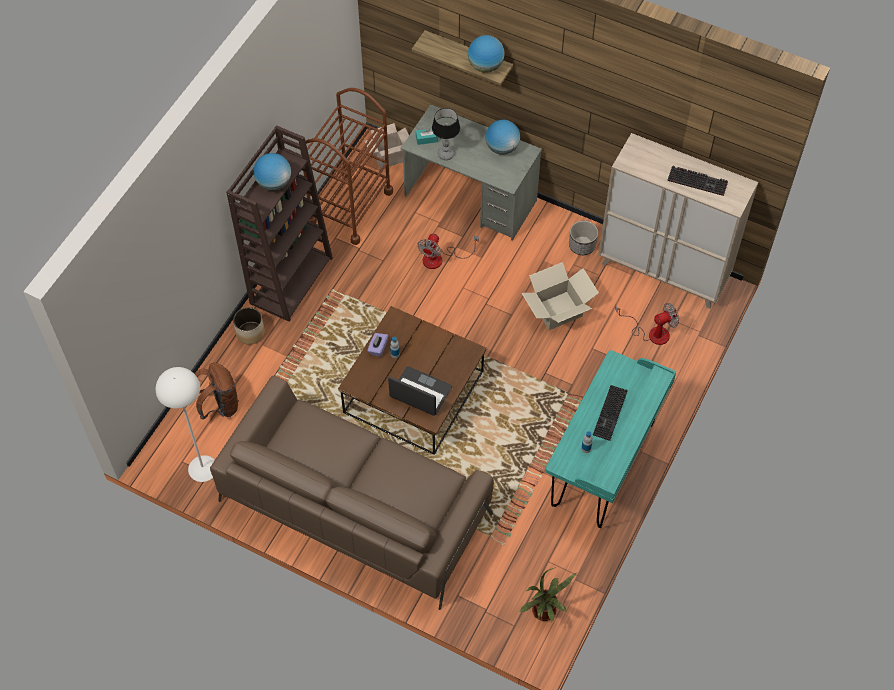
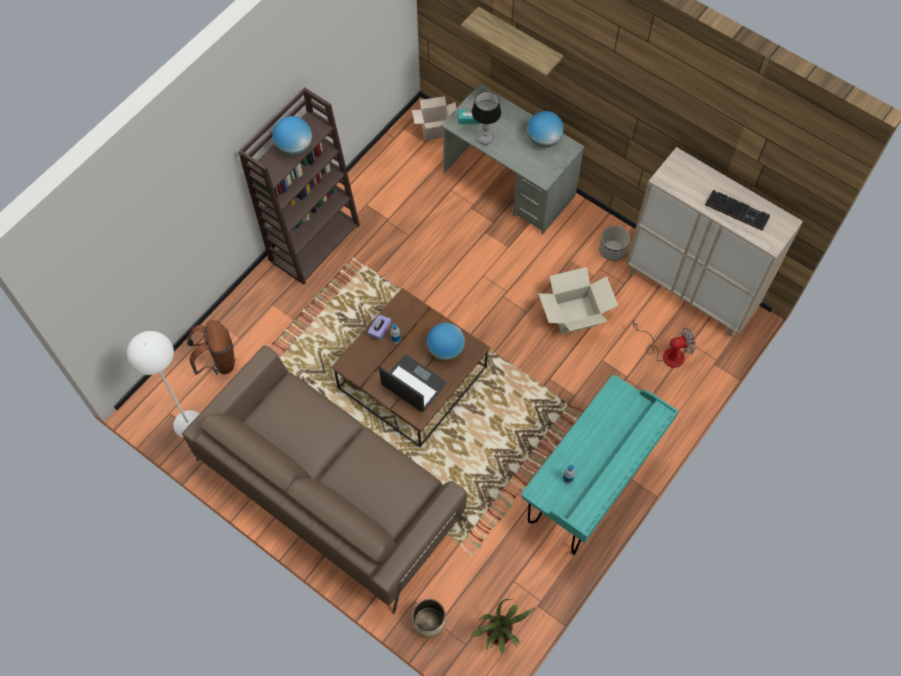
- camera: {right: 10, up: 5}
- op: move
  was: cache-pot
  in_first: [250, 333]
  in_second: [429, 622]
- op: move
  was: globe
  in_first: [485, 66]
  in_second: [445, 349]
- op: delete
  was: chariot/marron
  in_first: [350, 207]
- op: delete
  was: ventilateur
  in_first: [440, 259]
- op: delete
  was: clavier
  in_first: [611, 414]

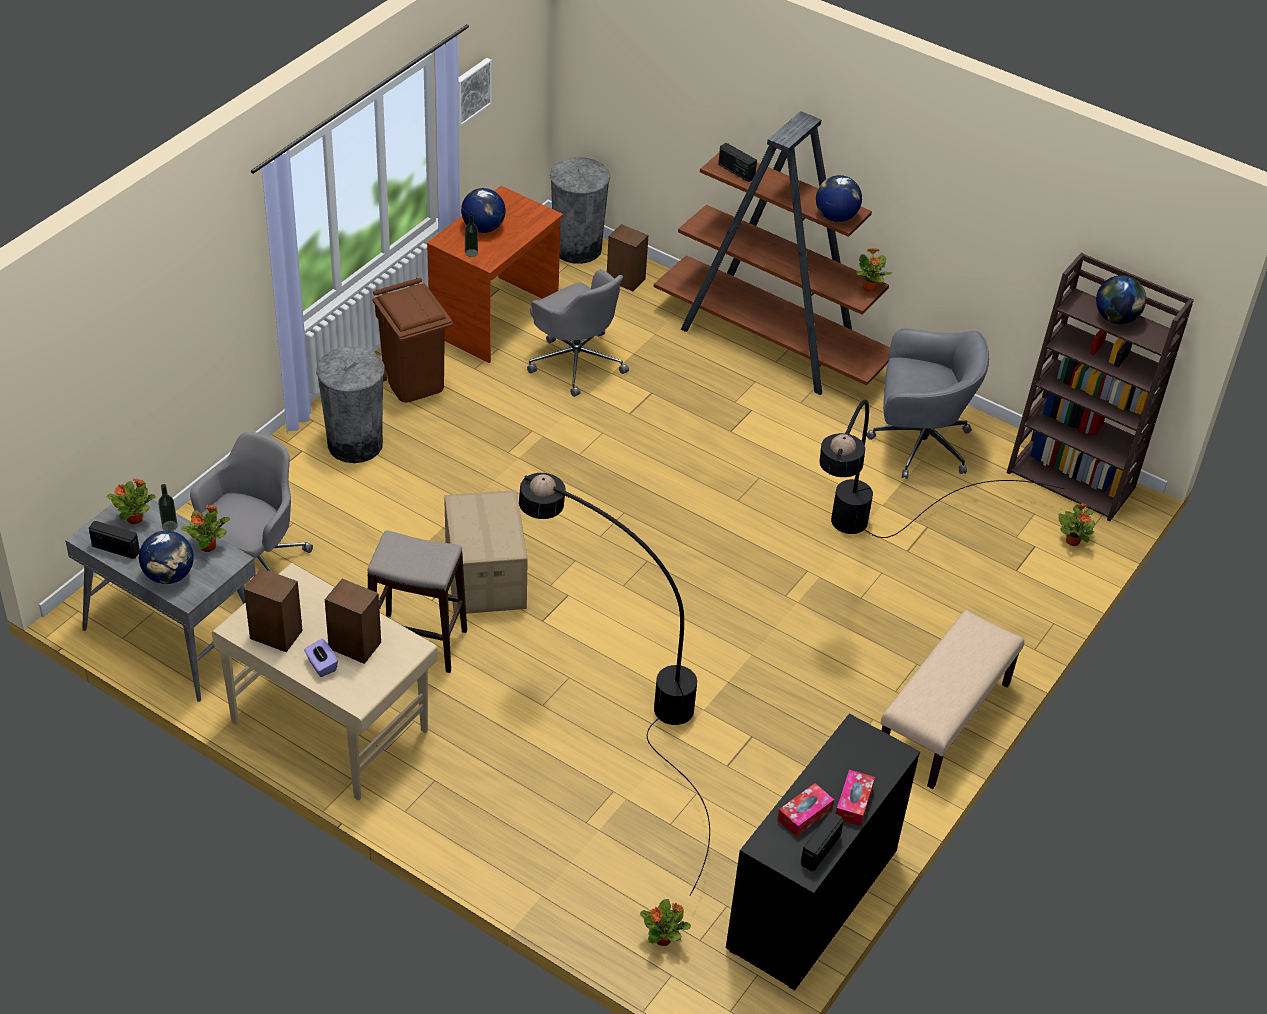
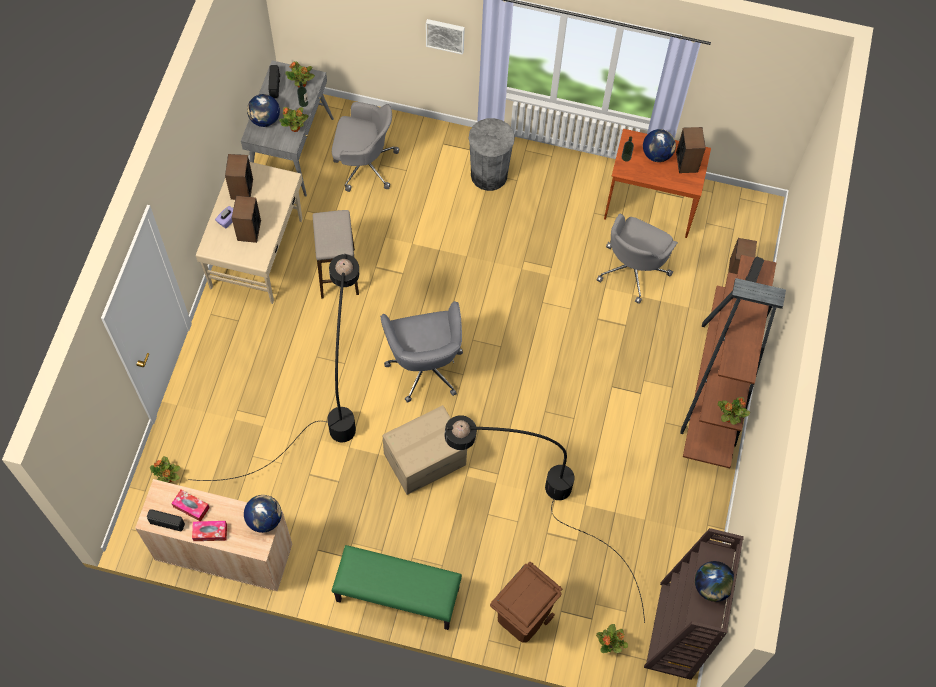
- camera: {right: 70, up: 20}
- op: recolor
  was: meuble de rangement/noir
  now: meuble de rangement/beige
  in_first: [812, 900]
  in_second: [224, 552]
- op: move
  was: globe
  in_first: [835, 217]
  in_second: [264, 519]
- op: recolor
  was: banc/beige
  now: banc/vert
  in_first: [944, 722]
  in_second: [397, 595]
- op: move
  was: chaise de bureau/gris
  in_first: [918, 444]
  in_second: [425, 366]
- op: move
  was: carton
  in_first: [484, 577]
  in_second: [424, 458]
- op: move
  was: tableau
  in_first: [471, 90]
  in_second: [445, 35]
- op: move
  was: poubelle/marron
  in_first: [414, 382]
  in_second: [523, 617]
- op: insert
  now: enceinte
  in_second: [687, 162]
- op: delete
  was: poubelle/gris
  in_first: [577, 248]

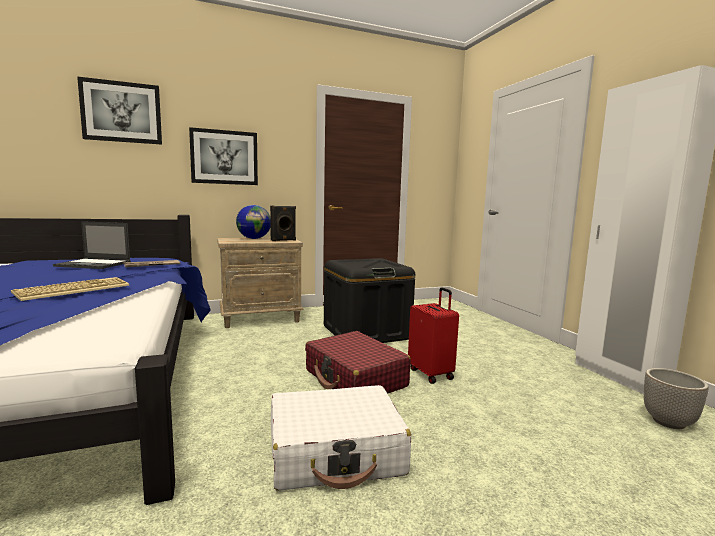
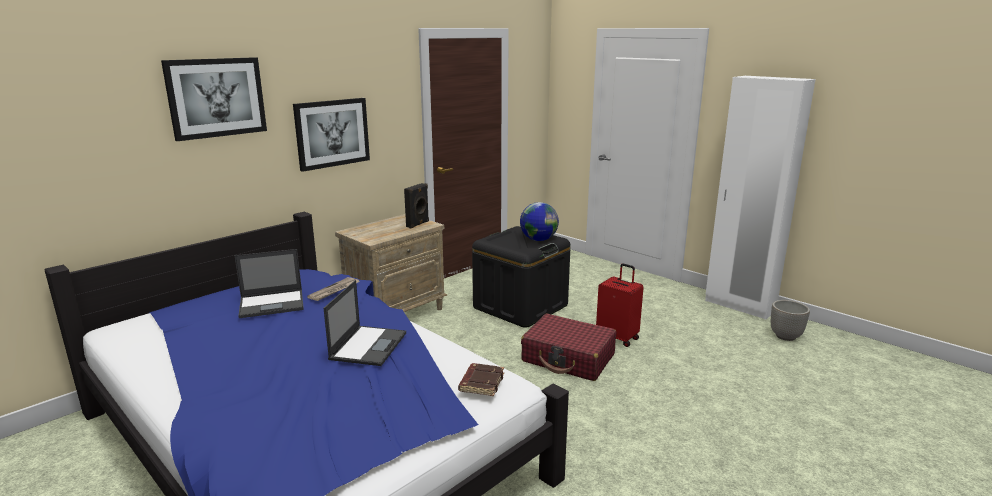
- camera: {right: -25, up: 10}
- op: replace
  was: clavier
  now: ordinateur portable
  in_first: [74, 289]
  in_second: [368, 345]
- op: insert
  now: livre/marron
  in_second: [481, 382]
- op: move
  was: globe
  in_first: [254, 238]
  in_second: [538, 240]
- op: delete
  was: valise/blanc
  in_first: [336, 452]

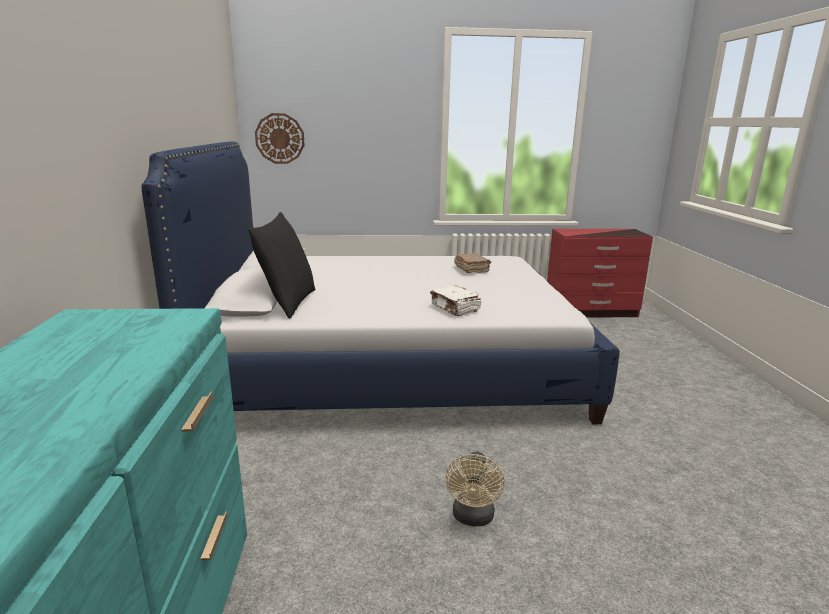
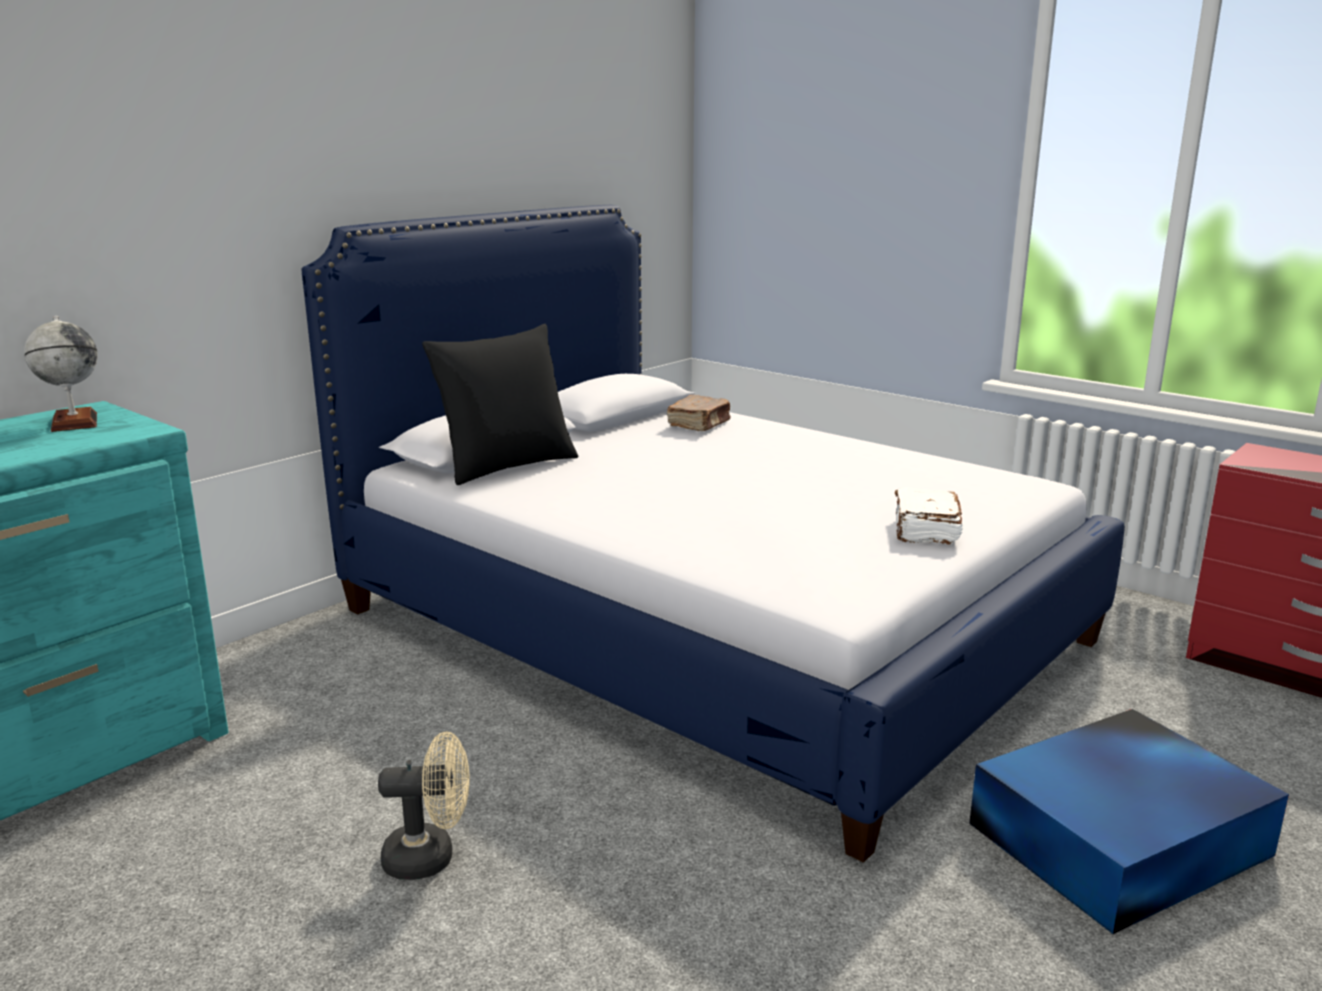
- camera: {right: 45, up: 0}
- op: insert
  now: globe
  in_second: [74, 422]
- op: rotate
  was: ventilateur/beige
  in_first: [473, 518]
  in_second: [430, 857]
  clockwise: -150
- op: move
  was: livre/marron
  in_first: [471, 270]
  in_second: [699, 425]
- op: move
  was: livre/blanc
  in_first: [455, 308]
  in_second: [925, 531]
- op: insert
  now: boîte de rangement/bleu
  in_second: [1122, 839]
- op: delete
  was: horloge murale
  in_first: [280, 138]

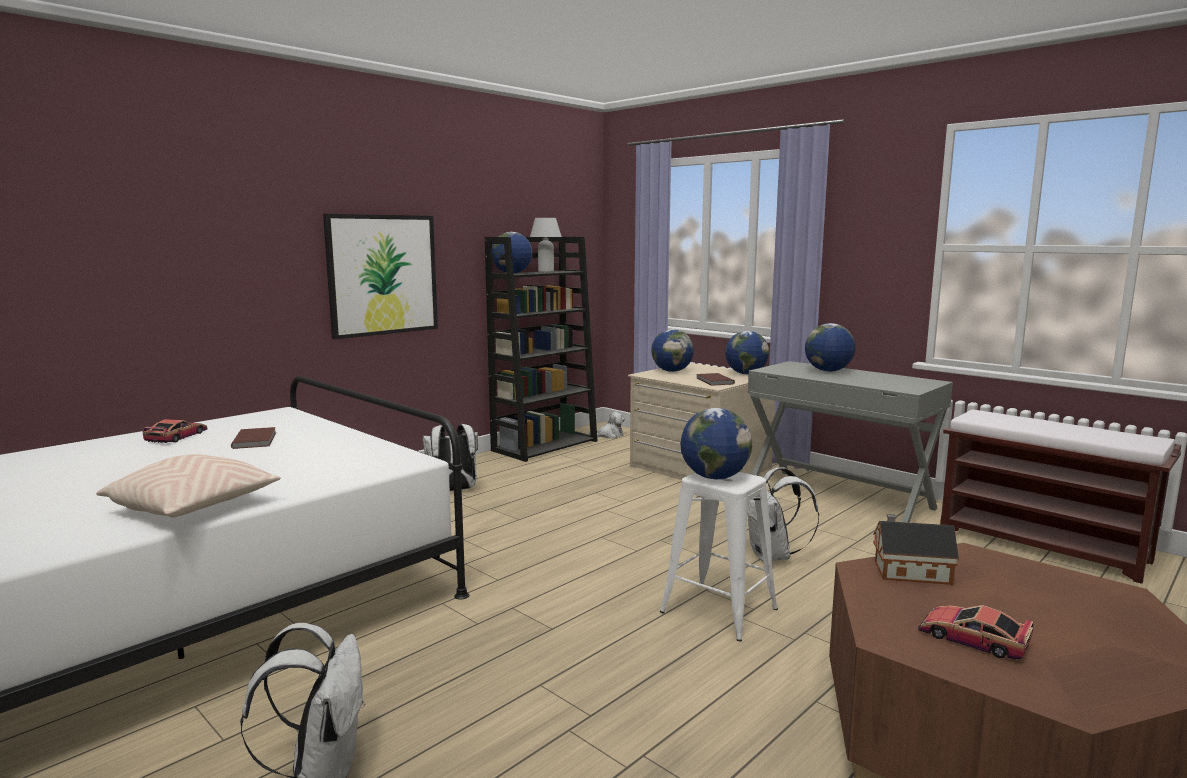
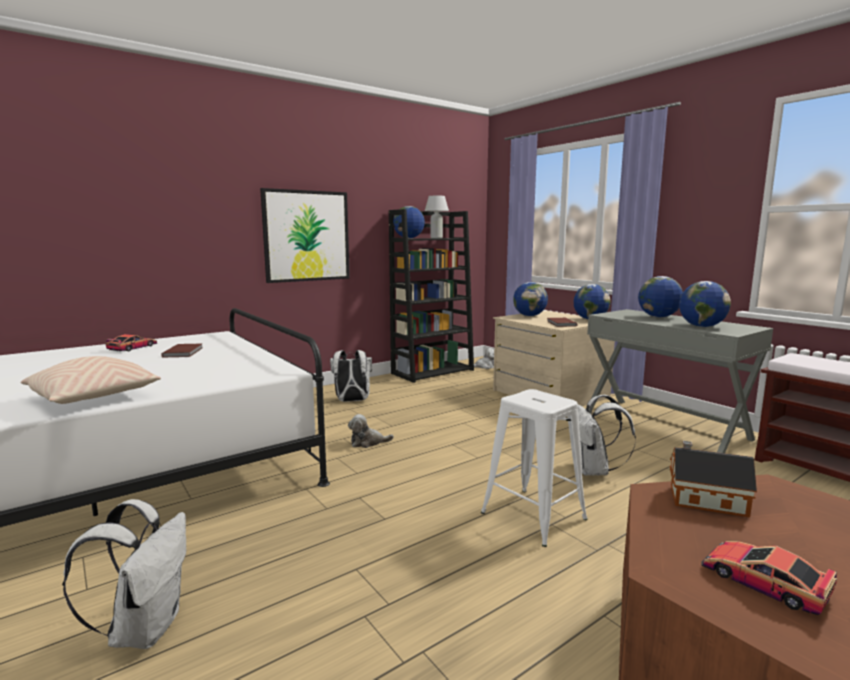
- camera: {right: 10, up: 0}
- op: insert
  now: peluche
  in_second: [368, 442]
- op: move
  was: globe
  in_first: [714, 477]
  in_second: [701, 326]

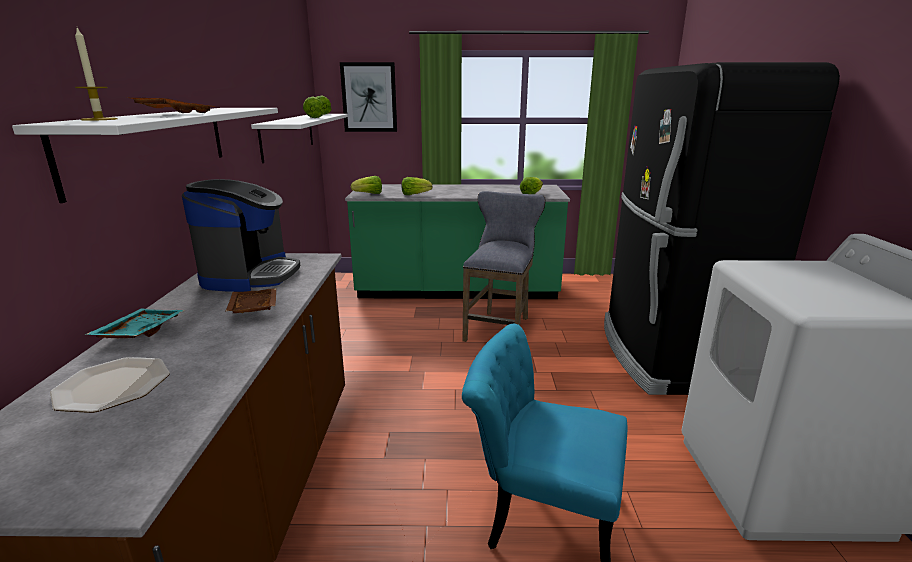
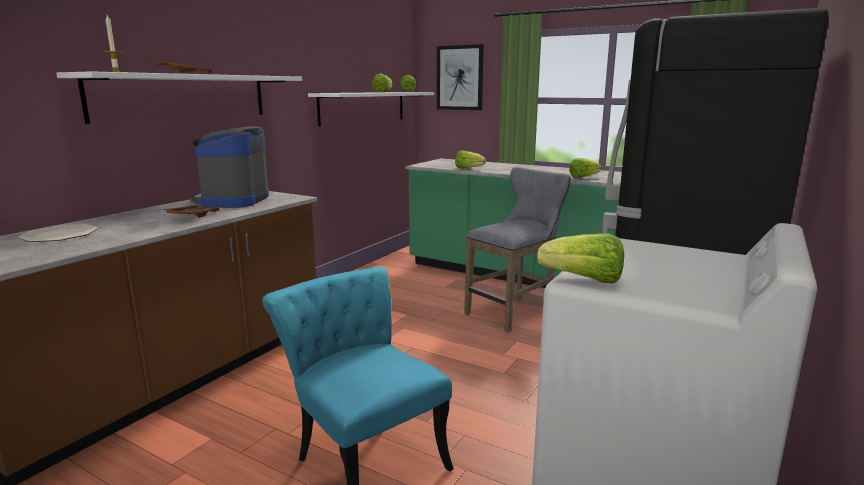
- camera: {right: 30, up: -5}
- op: rotate
  was: machine à café
  in_first: [250, 275]
  in_second: [232, 200]
  clockwise: 150
- op: move
  was: laitue
  in_first: [369, 194]
  in_second: [584, 280]
- op: delete
  was: plateau/turquoise
  in_first: [139, 332]

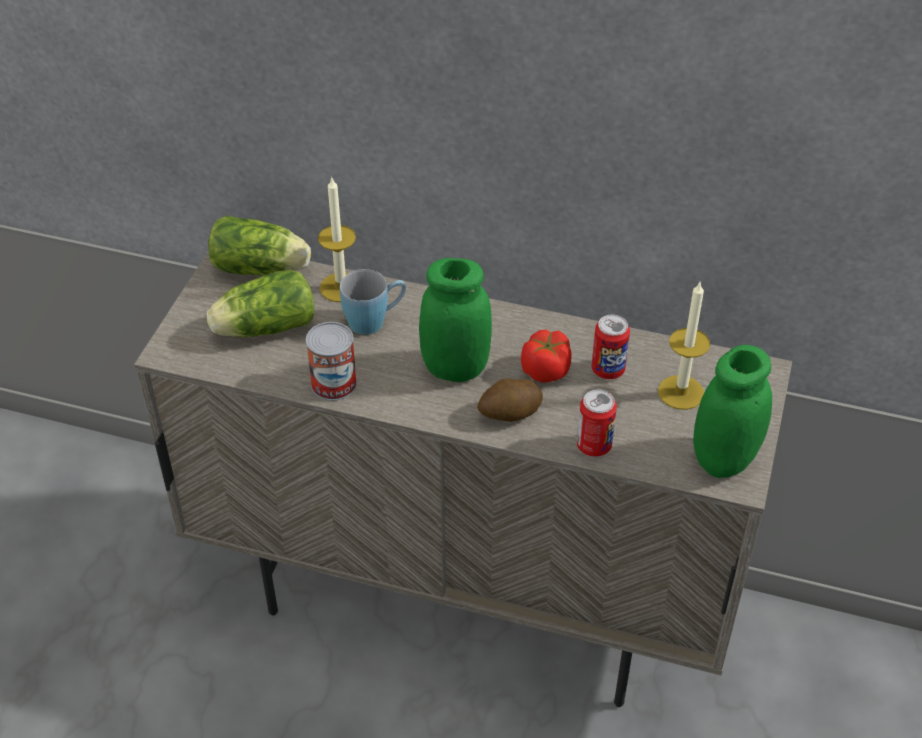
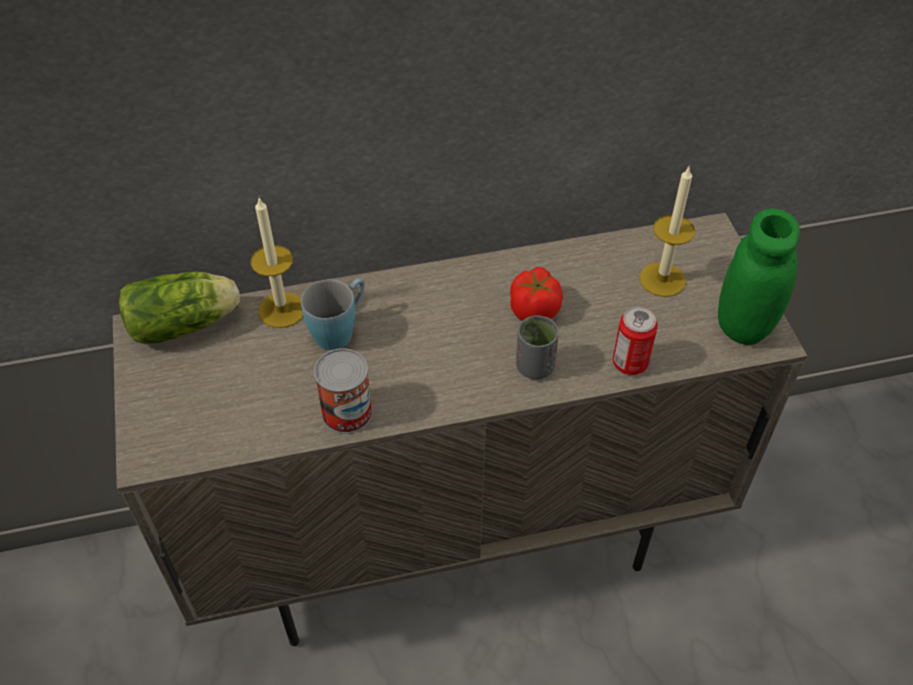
- camera: {right: -30, up: 5}
- op: replace
  was: pomme de terre
  now: tasse/gris
  in_first: [510, 414]
  in_second: [534, 366]
- op: delete
  was: laitue
  in_first: [262, 328]
- op: delete
  was: bocal/vert
  in_first: [455, 368]
- op: delete
  was: boîte métallique
  in_first: [608, 370]

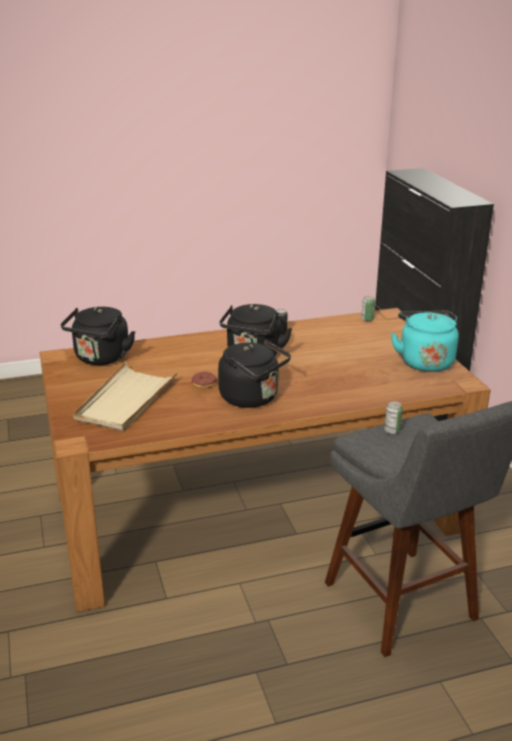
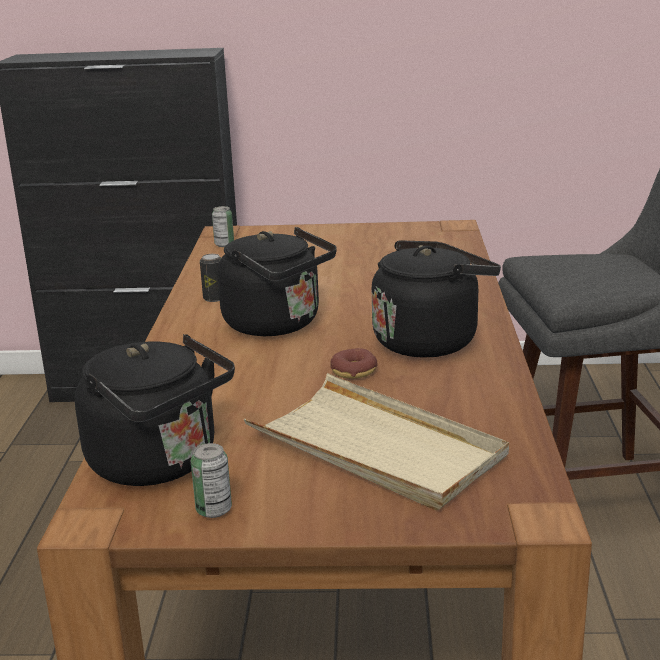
- camera: {right: -70, up: -5}
- op: move
  was: boîte métallique
  in_first: [392, 430]
  in_second: [214, 510]
- op: delete
  was: bouilloire/turquoise
  in_first: [424, 361]

